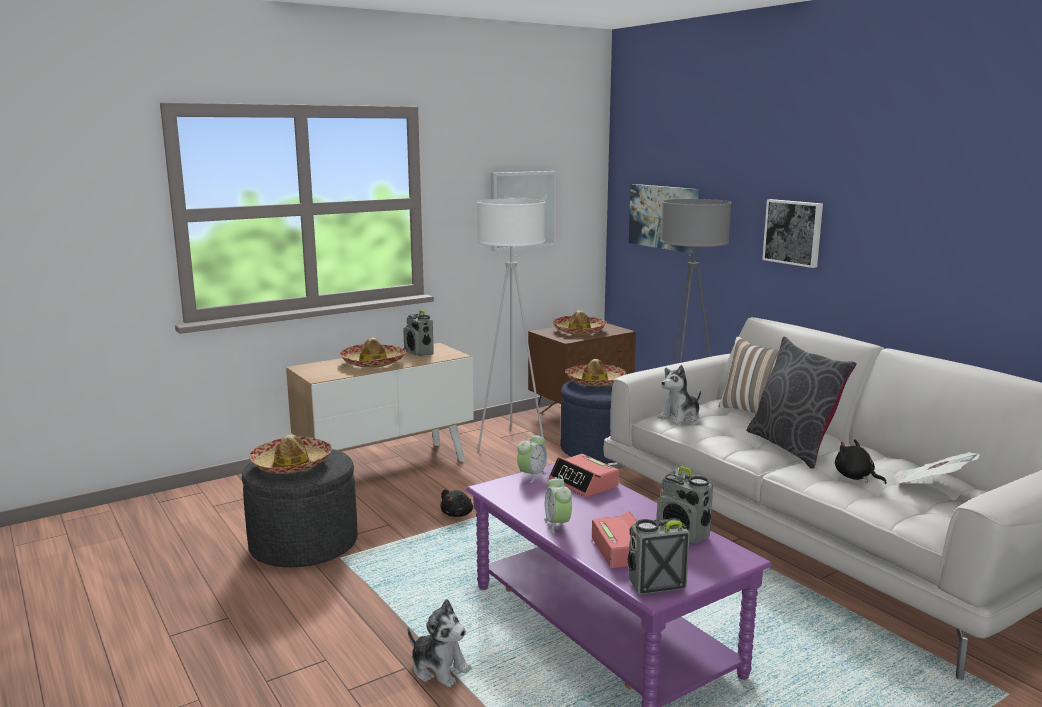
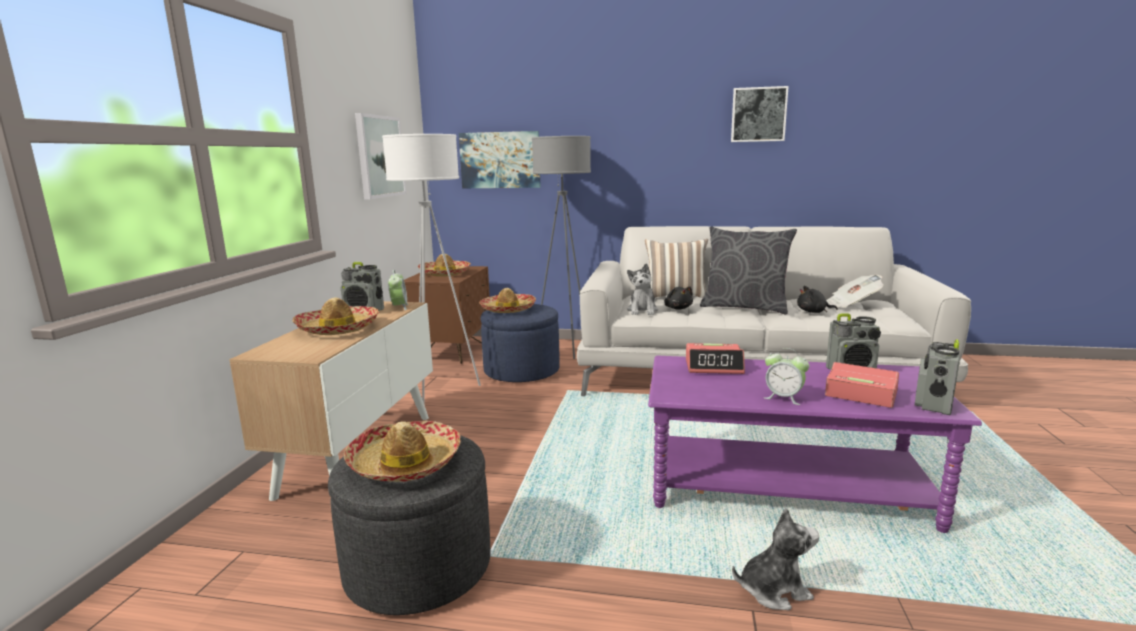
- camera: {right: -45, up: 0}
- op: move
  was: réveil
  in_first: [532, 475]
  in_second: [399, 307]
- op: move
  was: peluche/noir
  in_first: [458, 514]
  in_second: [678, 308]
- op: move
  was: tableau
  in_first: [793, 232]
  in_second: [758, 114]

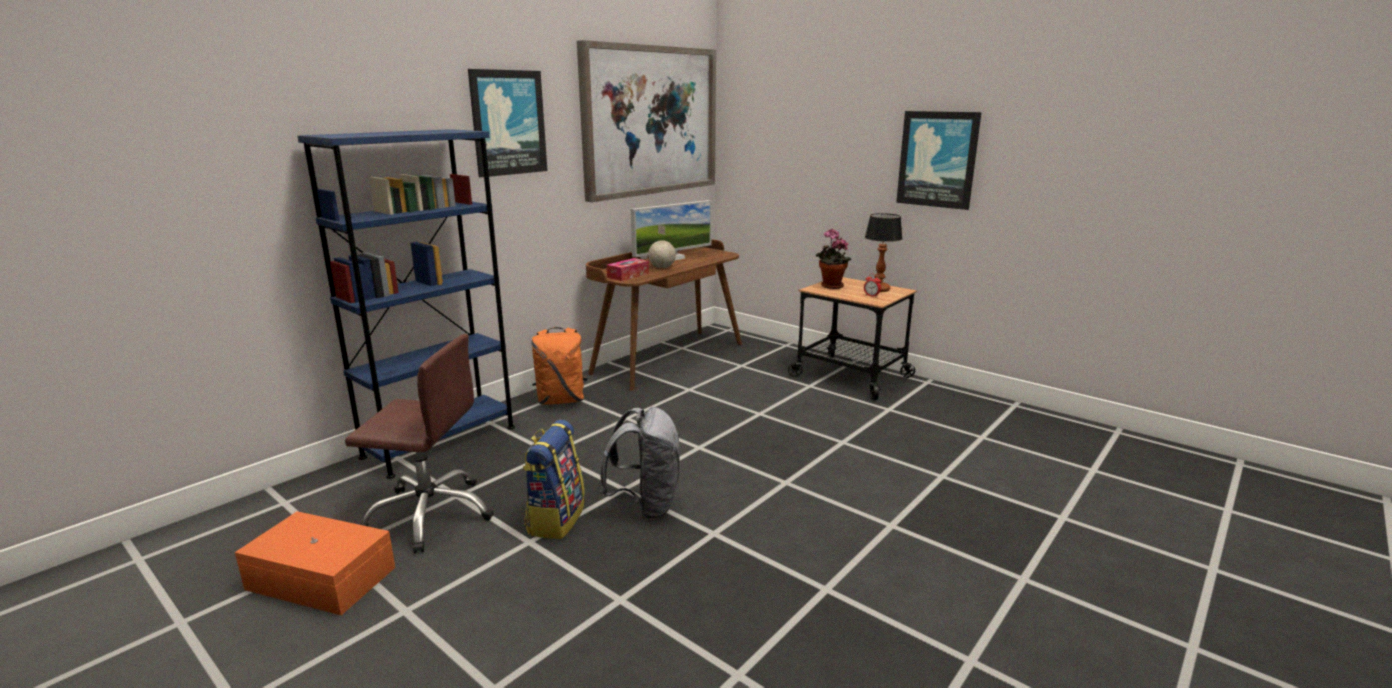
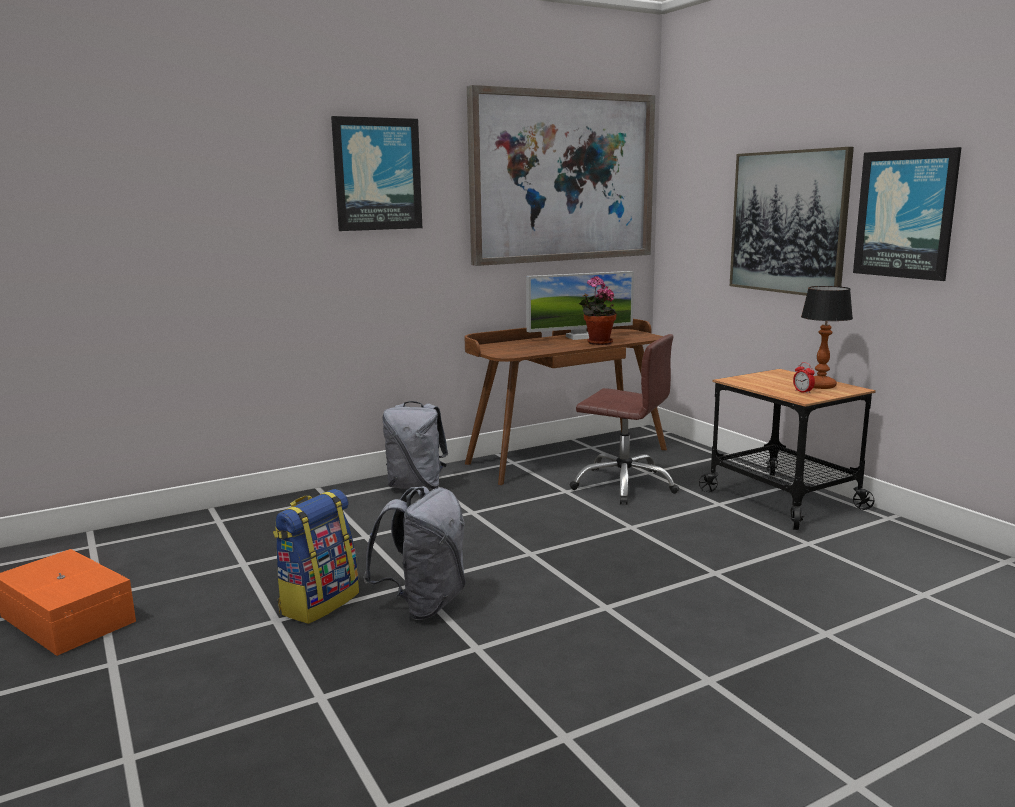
- camera: {right: 20, up: -5}
- op: recolor
  was: sac à dos/orange
  now: sac à dos/gris
  in_first: [561, 400]
  in_second: [416, 486]
- op: move
  was: chaise de bureau/marron
  in_first: [430, 514]
  in_second: [624, 485]
- op: move
  was: plante en pot
  in_first: [830, 286]
  in_second: [597, 343]
- op: insert
  now: tableau
  in_second: [788, 222]
- op: delete
  was: bibliothèque/bleu
  in_first: [440, 442]
- op: delete
  was: boîte à mouchoirs
  in_first: [628, 275]
- op: delete
  was: globe
  in_first: [662, 267]

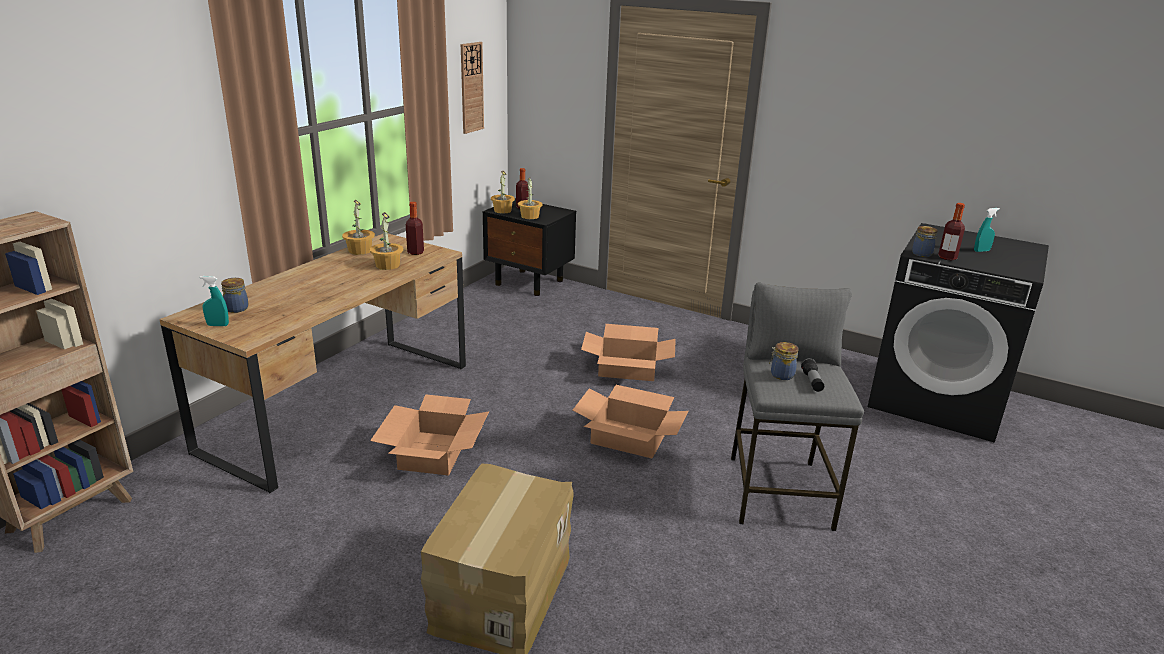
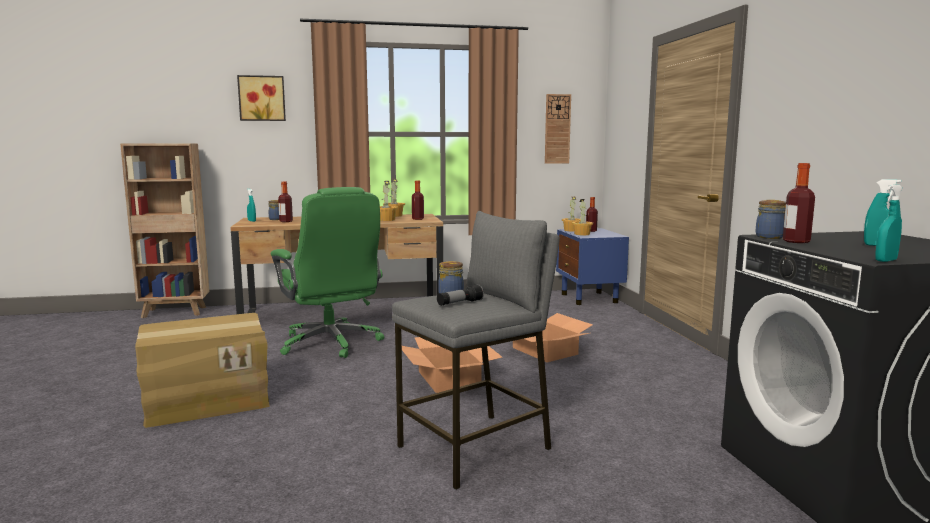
- camera: {right: 50, up: -15}
- op: insert
  now: tableau
  in_second: [262, 98]
- op: replace
  was: carton
  now: chaise de bureau/vert
  in_first: [433, 453]
  in_second: [331, 343]
- op: insert
  now: bouteille
  in_second: [286, 221]
- op: recolor
  was: table de chevet/noir
  now: table de chevet/bleu
  in_first: [530, 283]
  in_second: [589, 298]
- op: insert
  now: vaporisateur/turquoise
  in_second: [886, 260]

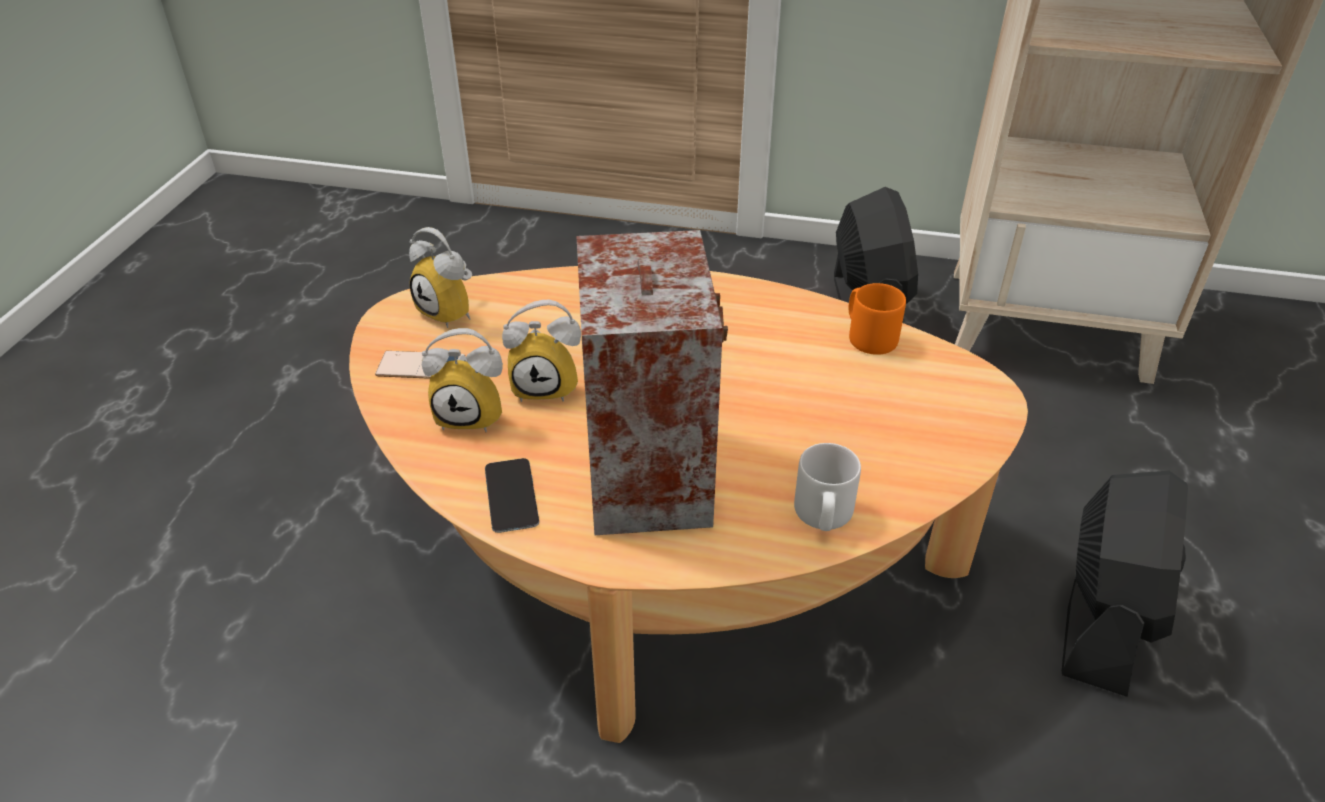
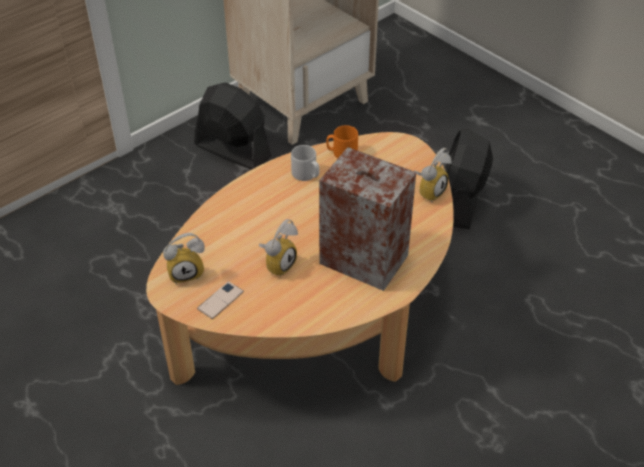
- camera: {right: -55, up: 5}
- op: move
  was: mug/gris
  in_first: [823, 515]
  in_second: [306, 174]
- op: move
  was: réveil
  in_first: [473, 414]
  in_second: [429, 191]
- op: rotate
  was: ventilateur/noir
  in_first: [1103, 617]
  in_second: [461, 201]
  clockwise: -135
- op: delete
  was: téléphone
  in_first: [511, 495]

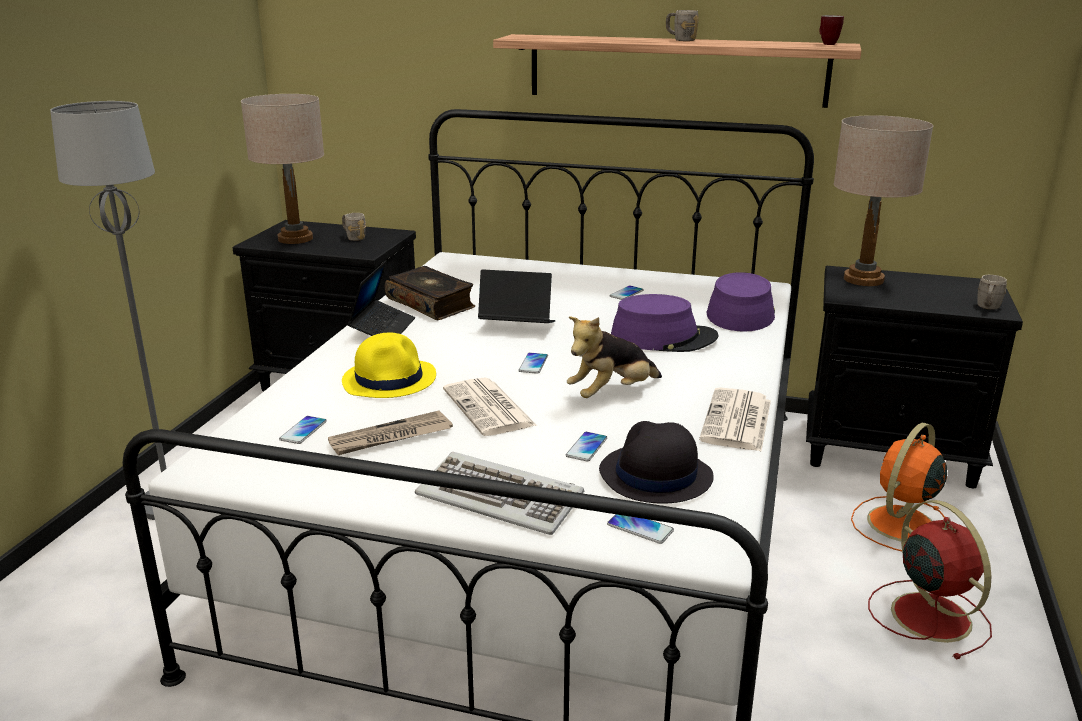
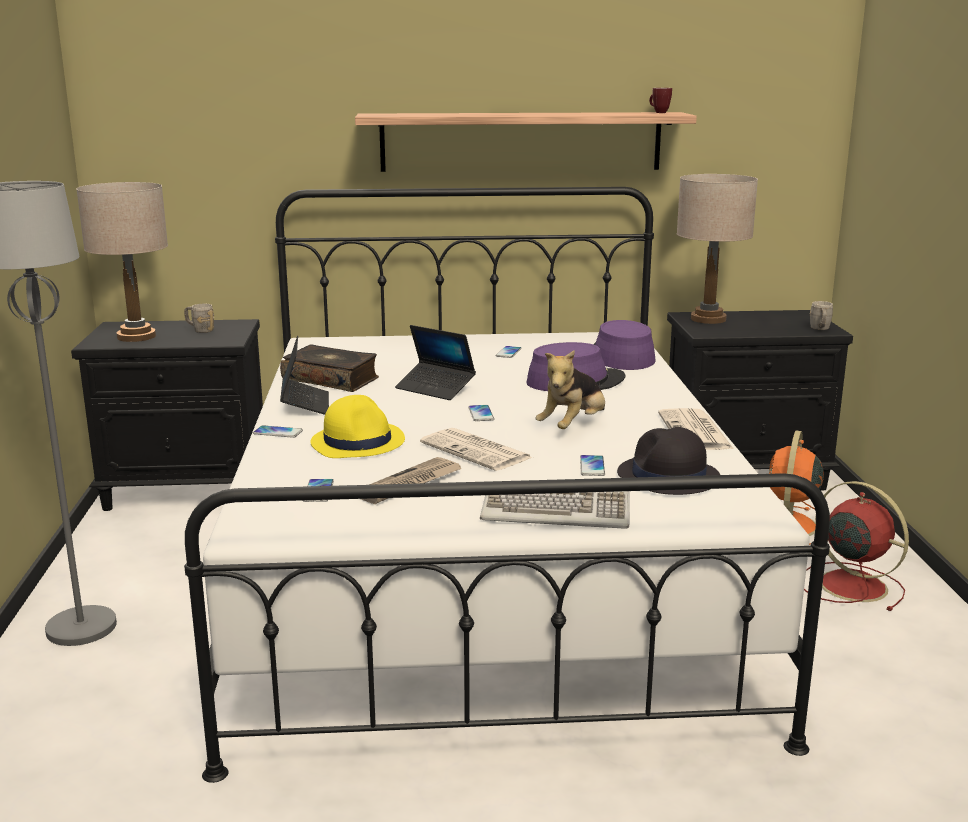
- camera: {right: -20, up: -5}
- op: move
  was: téléphone
  in_first: [640, 528]
  in_second: [278, 432]
- op: rotate
  was: ordinateur portable
  in_first: [517, 327]
  in_second: [435, 388]
  clockwise: -135
- op: delete
  was: mug/gris
  in_first: [680, 39]

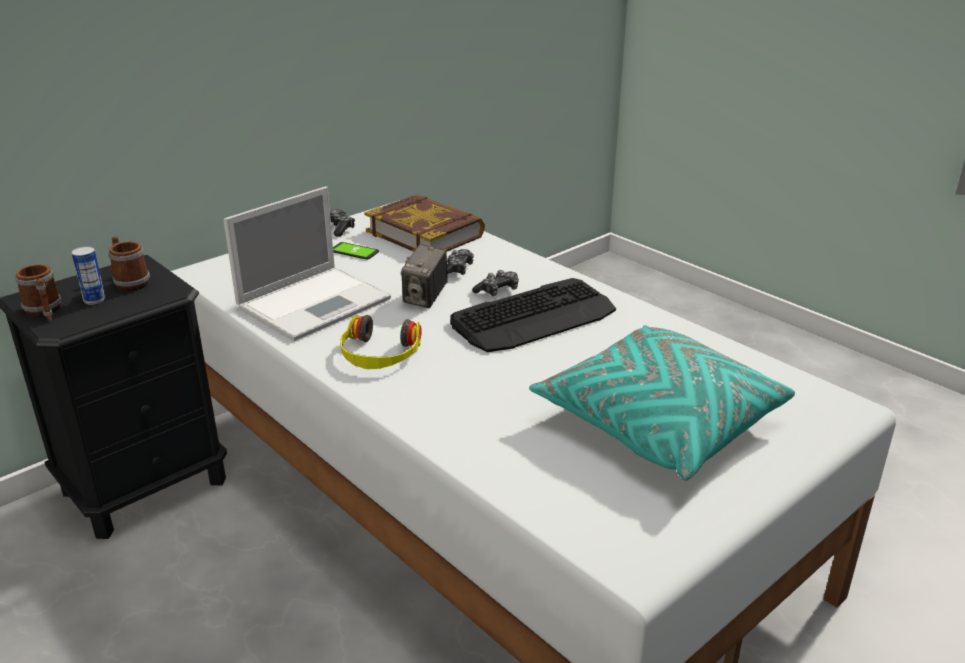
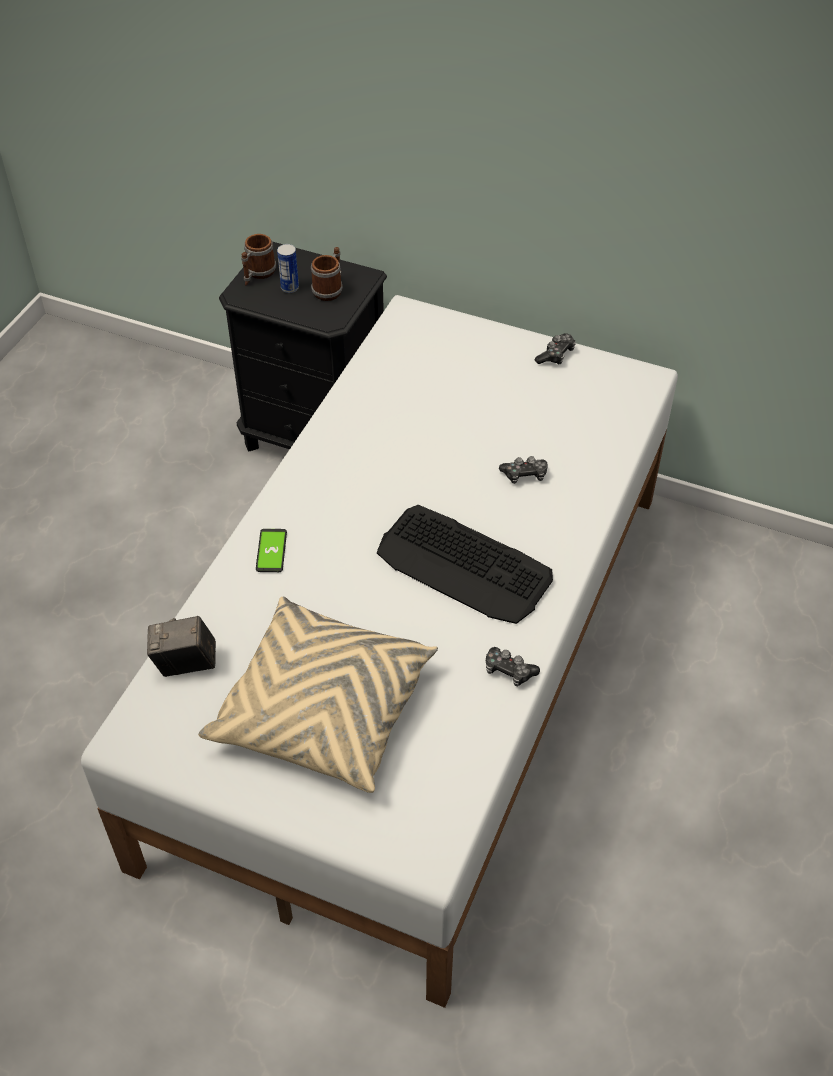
- camera: {right: 65, up: 20}
- op: move
  was: appareil photo
  in_first: [425, 298]
  in_second: [186, 664]
- op: recolor
  was: coussin/turquoise
  now: coussin/beige
  in_first: [658, 423]
  in_second: [323, 709]
- op: move
  was: téléphone
  in_first: [354, 252]
  in_second: [271, 551]
- op: move
  was: manette
  in_first: [497, 291]
  in_second: [509, 671]
- op: delete
  was: ordinateur portable
  in_first: [316, 302]
- op: delete
  was: casque audio
  in_first: [379, 354]
- op: delete
  was: livre
  in_first: [425, 233]

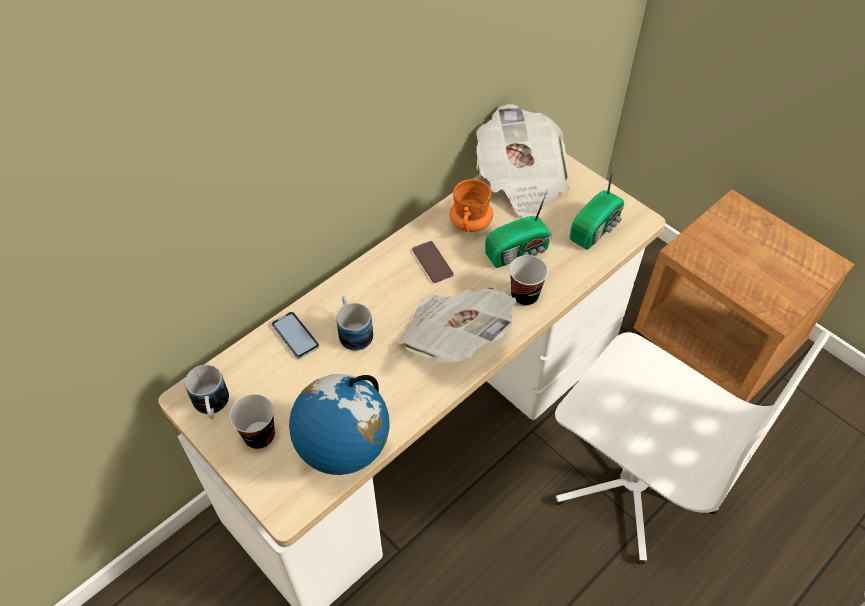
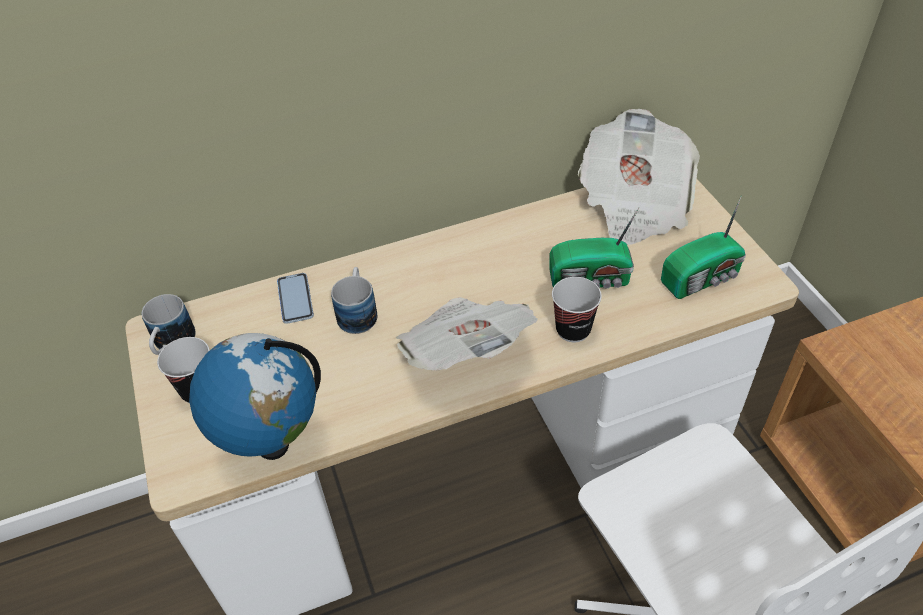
- camera: {right: 25, up: -5}
- op: delete
  was: téléphone
  in_first: [432, 262]
- op: delete
  was: mug/orange
  in_first: [470, 224]

